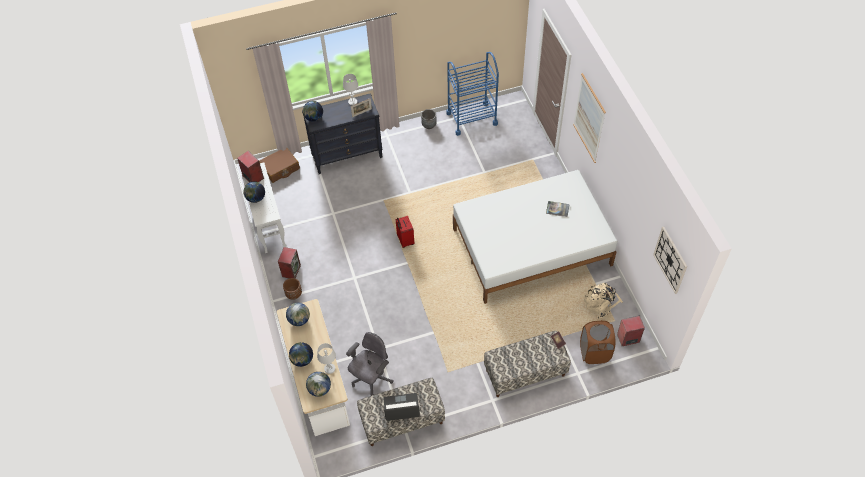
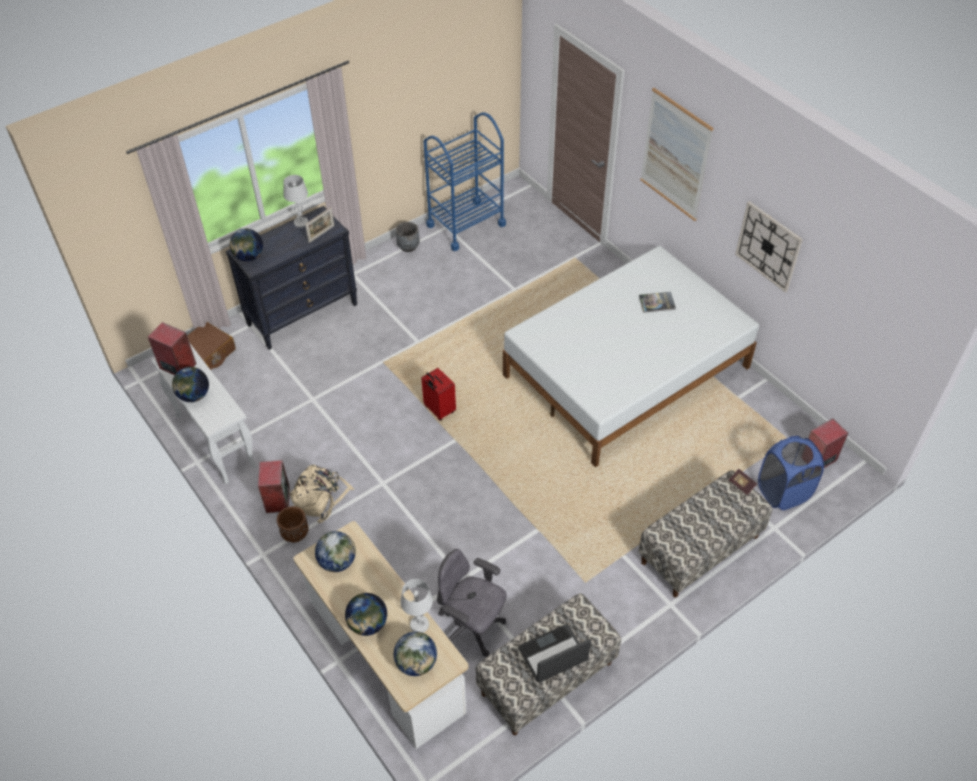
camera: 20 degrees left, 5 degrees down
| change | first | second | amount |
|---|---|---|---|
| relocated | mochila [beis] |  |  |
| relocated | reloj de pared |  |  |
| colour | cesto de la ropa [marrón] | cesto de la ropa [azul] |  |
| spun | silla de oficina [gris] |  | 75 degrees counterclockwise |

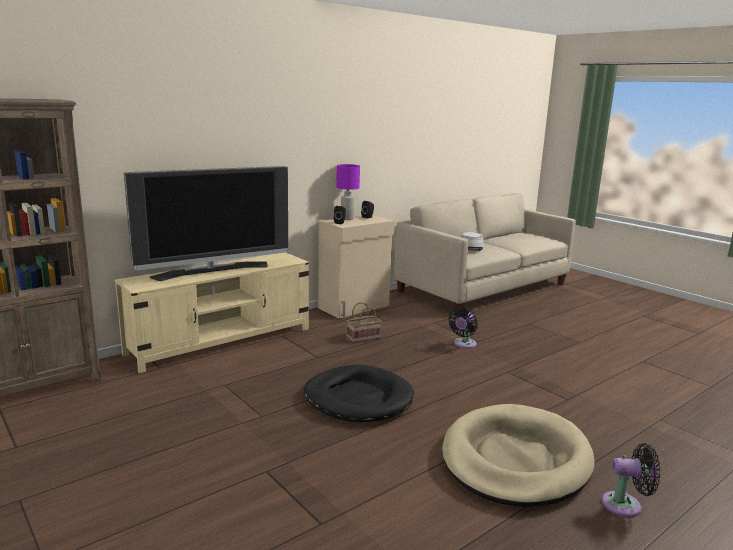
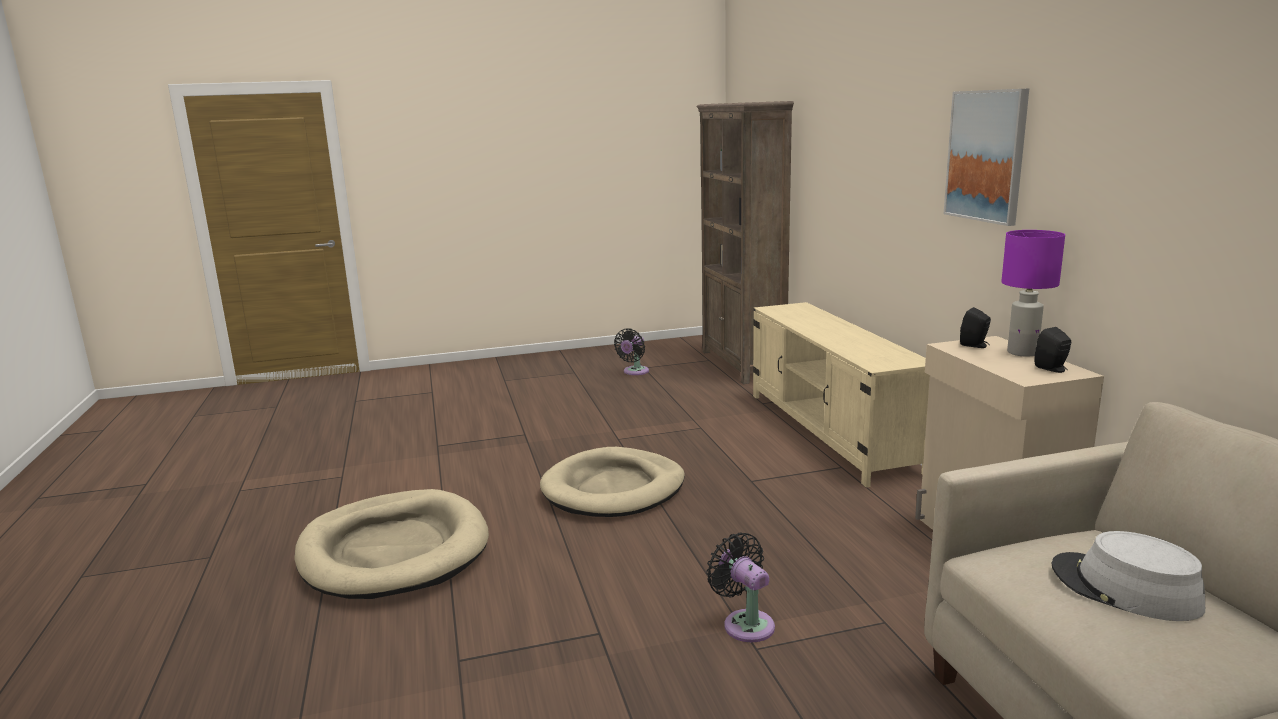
camera: 115 degrees right, 0 degrees up
| change | first | second | amount |
|---|---|---|---|
| missing | televisor |  |  |
| missing | cesta |  |  |
| appeared |  | cuadro |  |
| relocated | ventilador [negro] (no. 2 from left in the first image) | ventilador [negro] (no. 1 from left) |  |
| colour | cama para perro [negro] | cama para perro [beis] (no. 2 from left) |  |

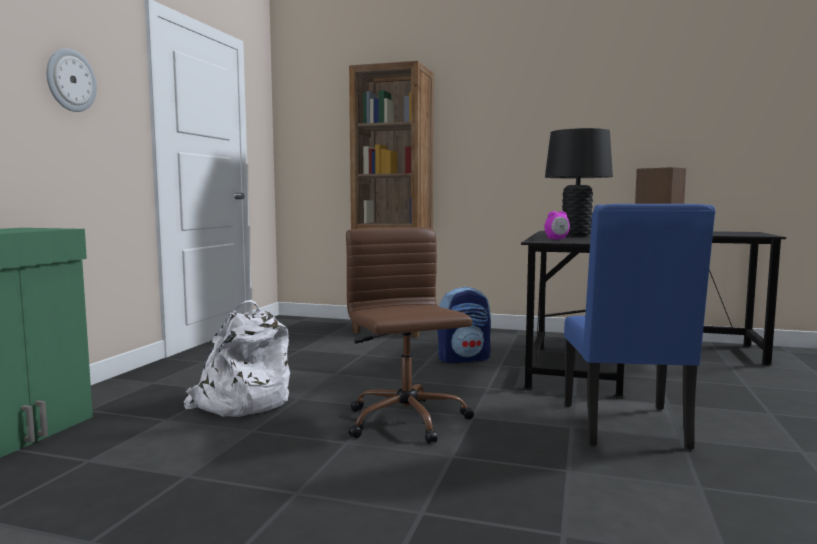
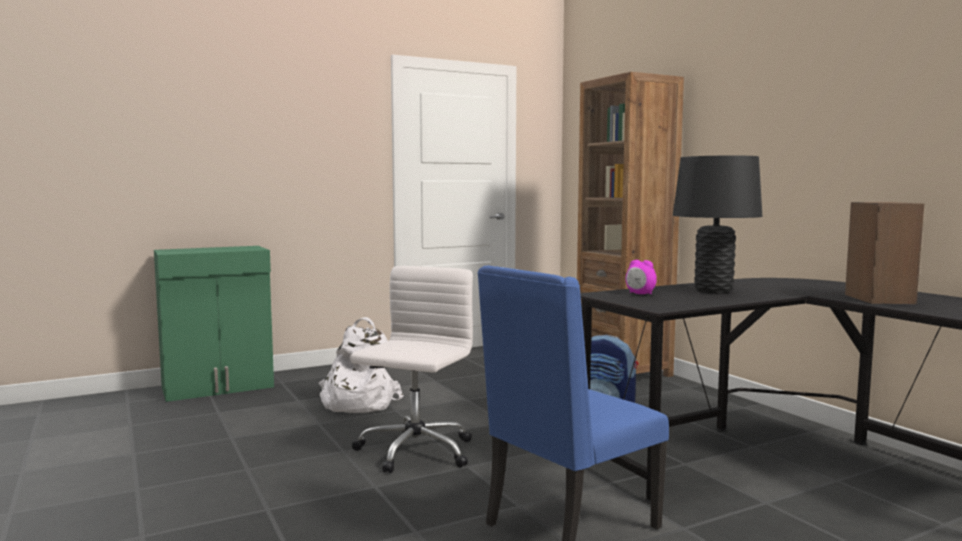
camera: 45 degrees right, 0 degrees up
| change | first | second | amount |
|---|---|---|---|
| missing | reloj de pared |  |  |
| colour | silla de oficina [marrón] | silla de oficina [blanco] |  |

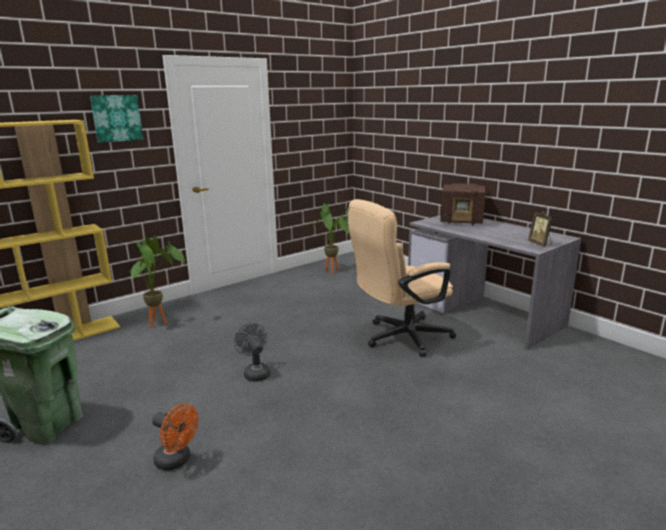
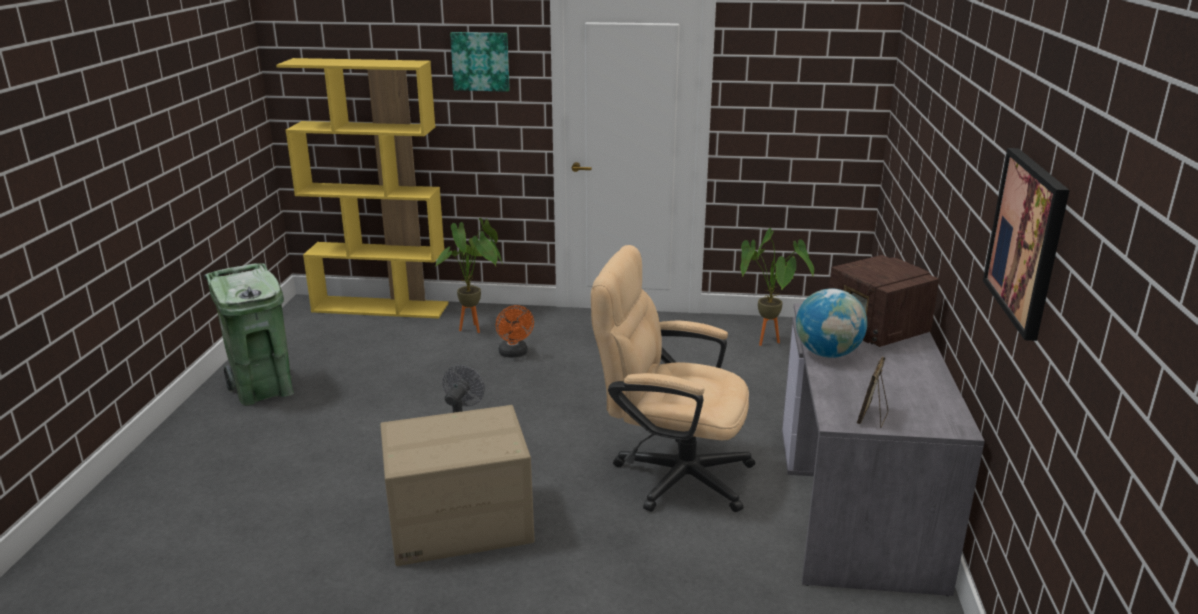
camera: 45 degrees right, 5 degrees up
| change | first | second | amount |
|---|---|---|---|
| appeared |  | caja de cartón |  |
| appeared |  | globo terráqueo |  |
| appeared |  | cuadro (no. 2 from left) |  |
| relocated | ventilador [naranja] |  |  |

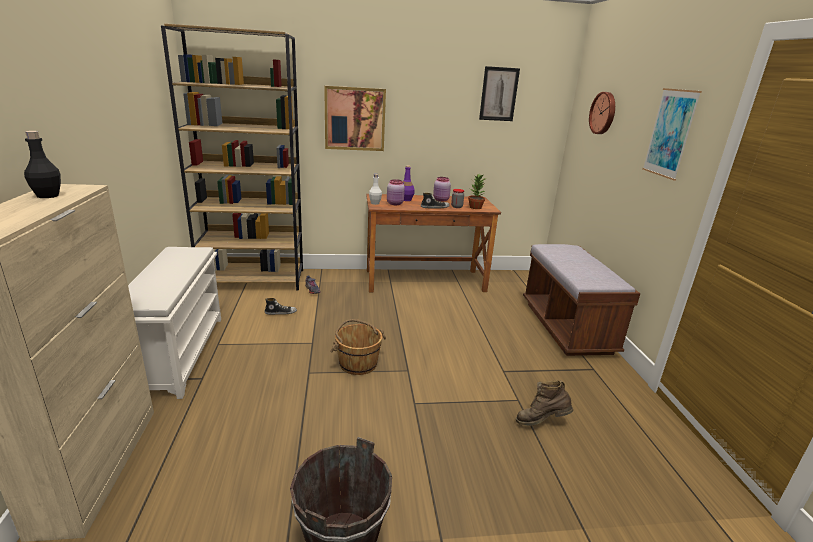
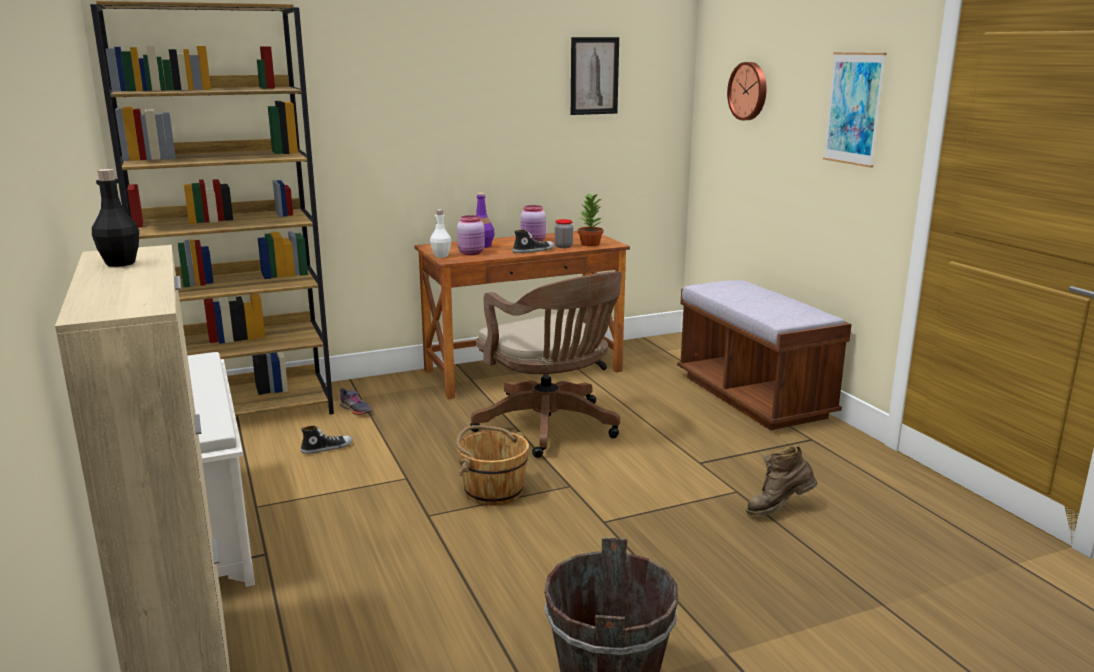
camera: 15 degrees left, 5 degrees down
| change | first | second | amount |
|---|---|---|---|
| missing | cuadro (no. 1 from left) |  |  |
| appeared |  | silla de oficina [marrón] |  |

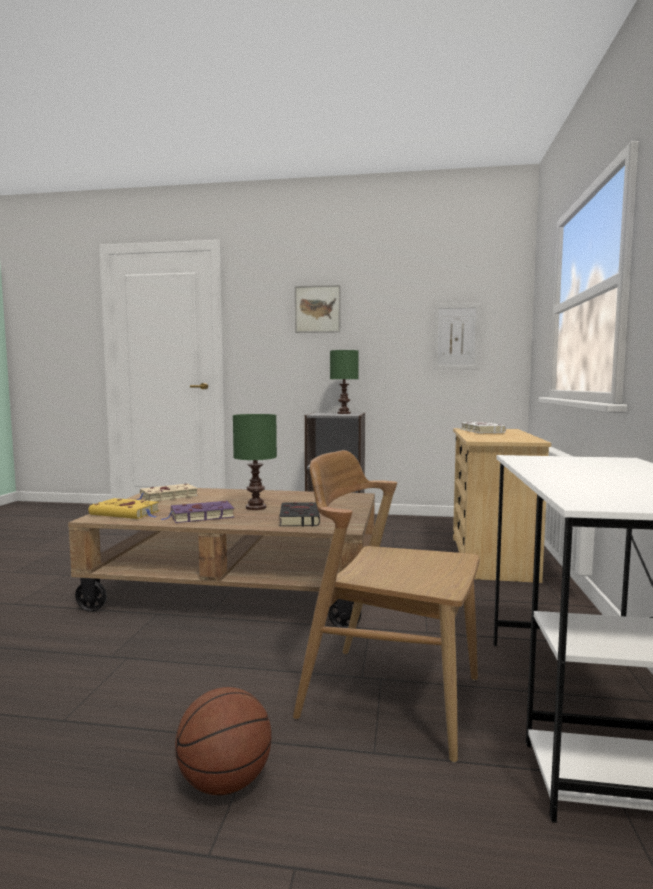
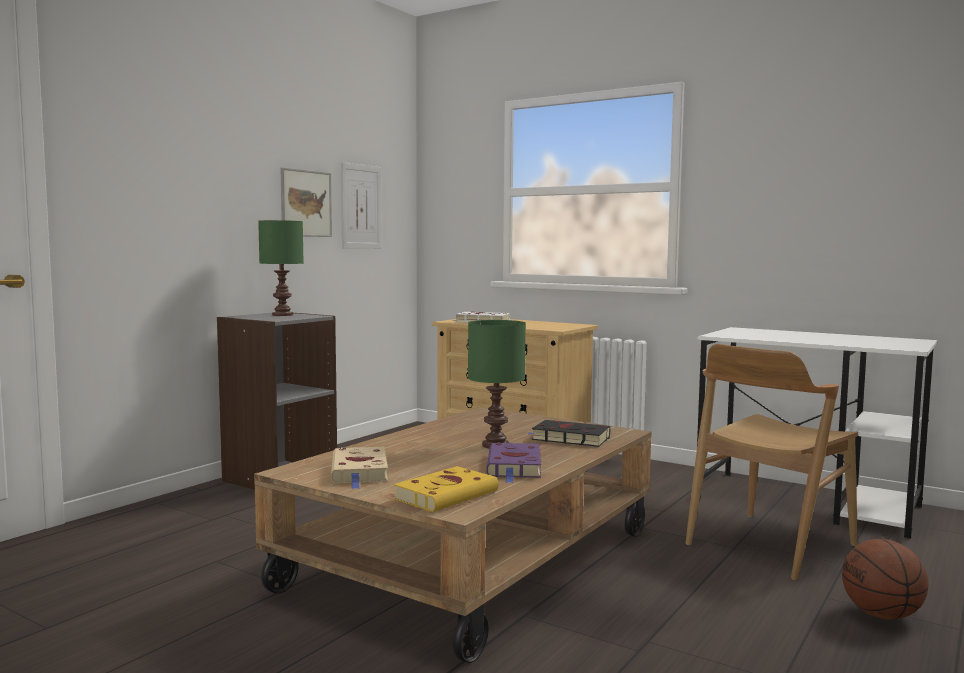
camera: 65 degrees left, 0 degrees up
| change | first | second | amount |
|---|---|---|---|
| relocated | cuadro (no. 1 from left) |  |  |

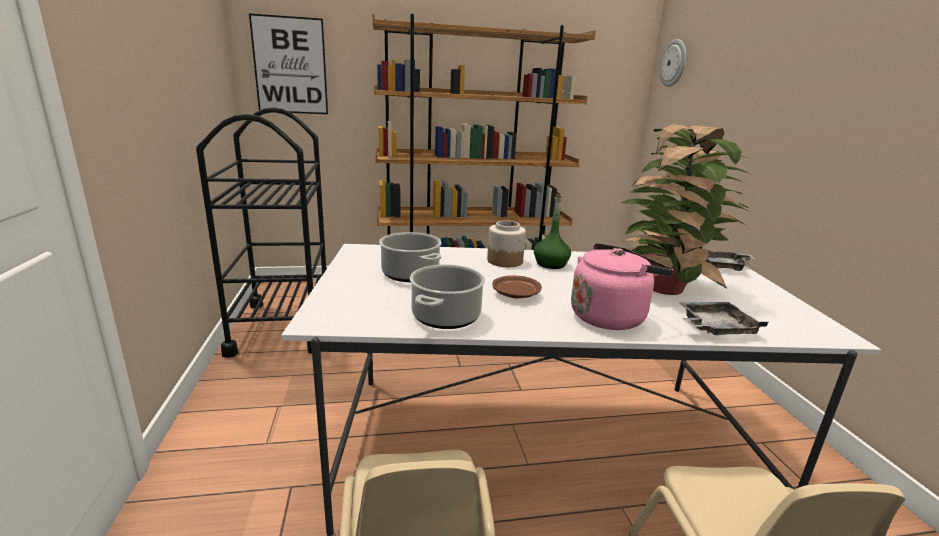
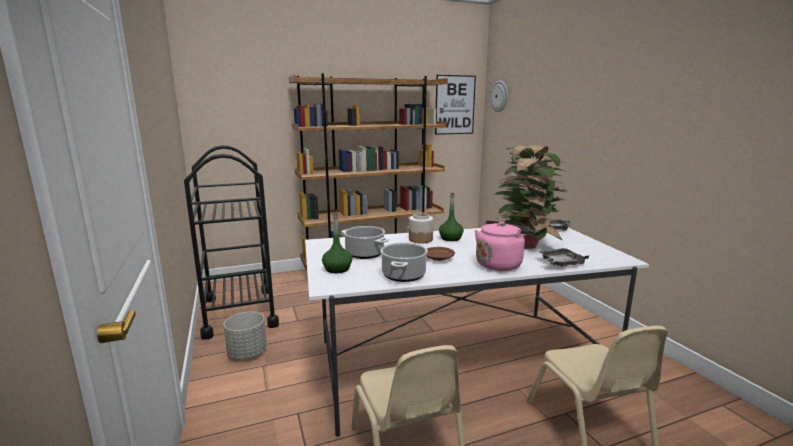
camera: 10 degrees left, 5 degrees down
| change | first | second | amount |
|---|---|---|---|
| appeared |  | maceta [gris] |  |
| appeared |  | botella [verde] (no. 1 from left) |  |
| relocated | cuadro |  |  |

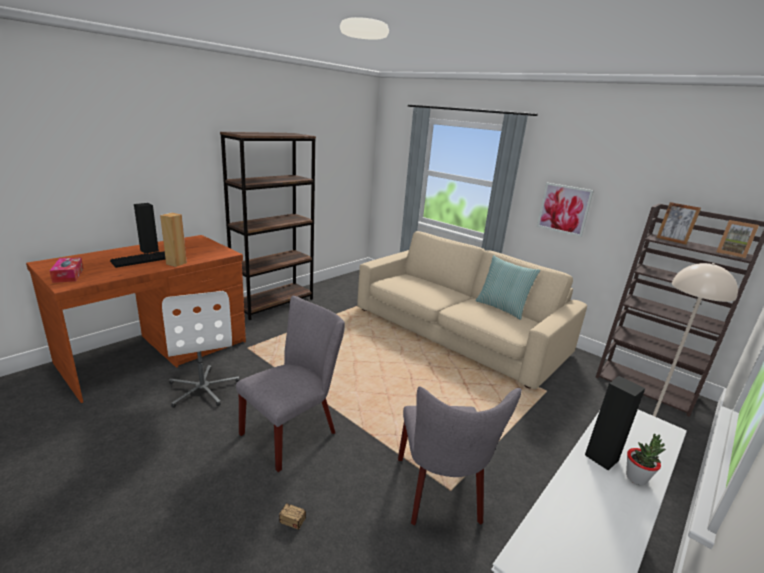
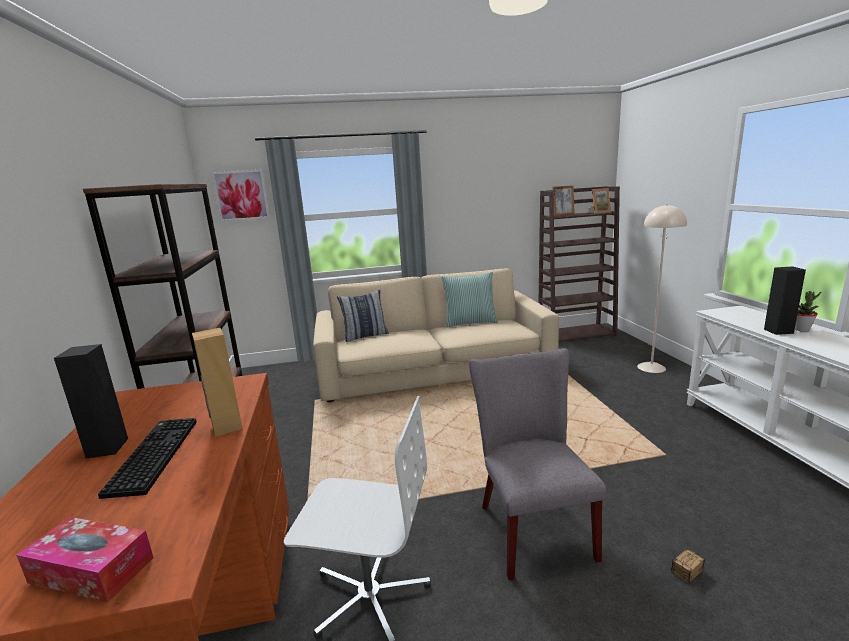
camera: 50 degrees left, 5 degrees down
| change | first | second | amount |
|---|---|---|---|
| missing | silla [gris] (no. 2 from left) |  |  |
| appeared |  | cojín (no. 1 from left) |  |
| relocated | cuadro |  |  |

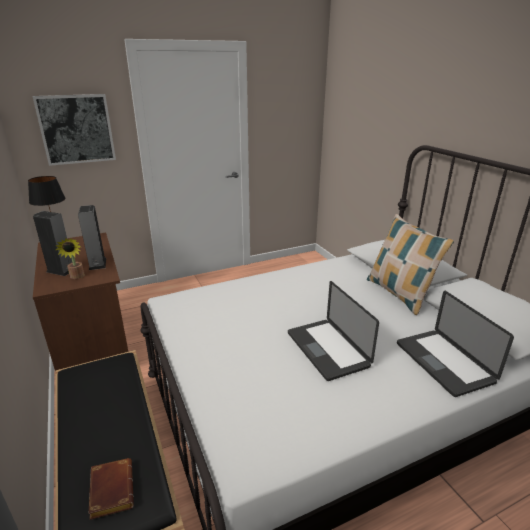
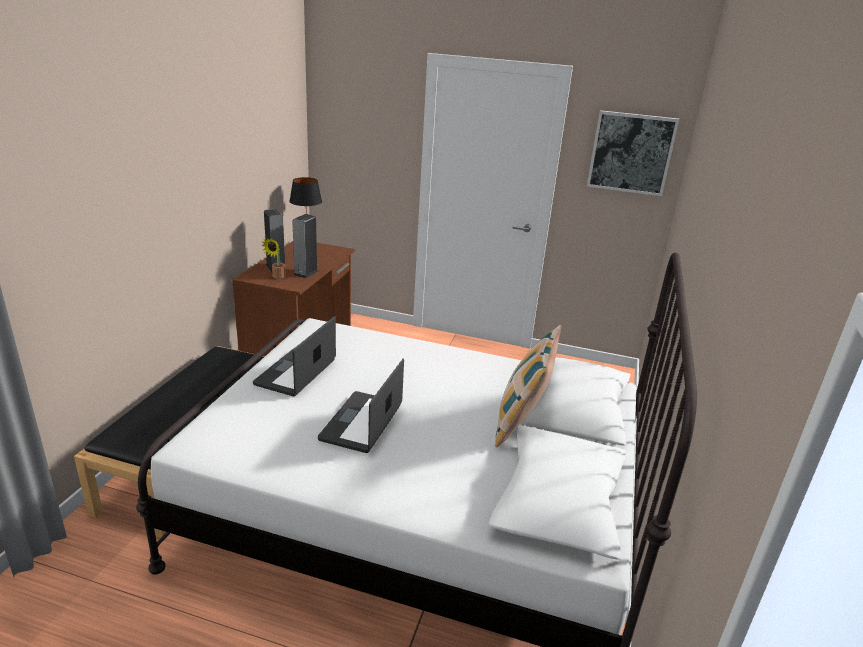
camera: 40 degrees right, 0 degrees up
| change | first | second | amount |
|---|---|---|---|
| missing | libro [marrón] |  |  |
| relocated | cuadro |  |  |
| relocated | portátil (no. 2 from left in the first image) | portátil (no. 1 from left) |  |

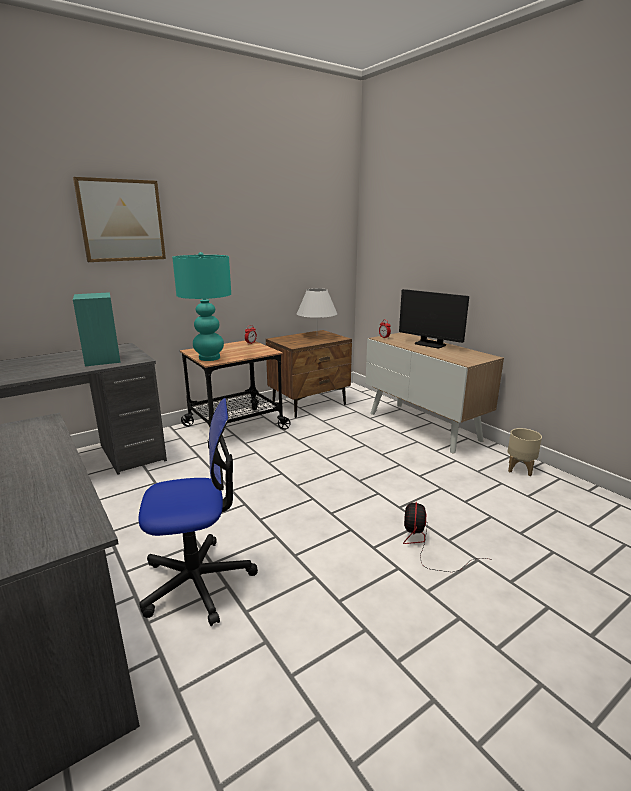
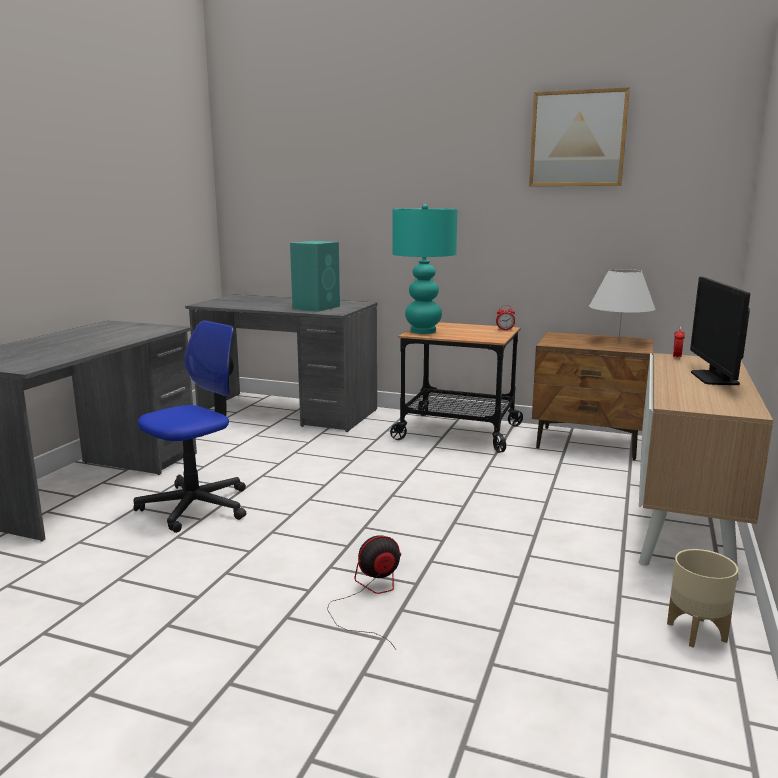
camera: 55 degrees right, 5 degrees down
| change | first | second | amount |
|---|---|---|---|
| relocated | cuadro |  |  |
| spun | silla de oficina |  | 90 degrees counterclockwise |

